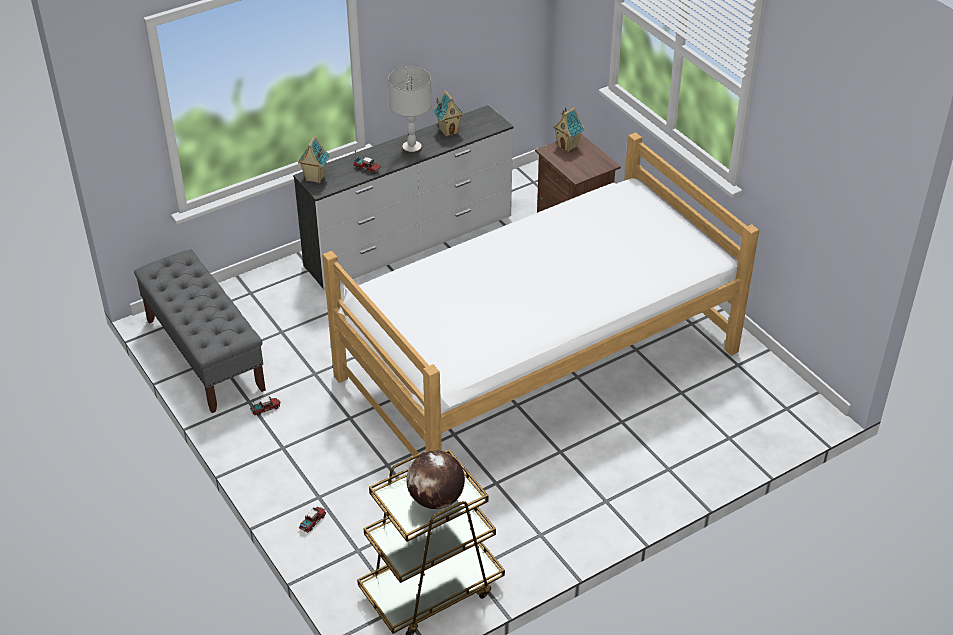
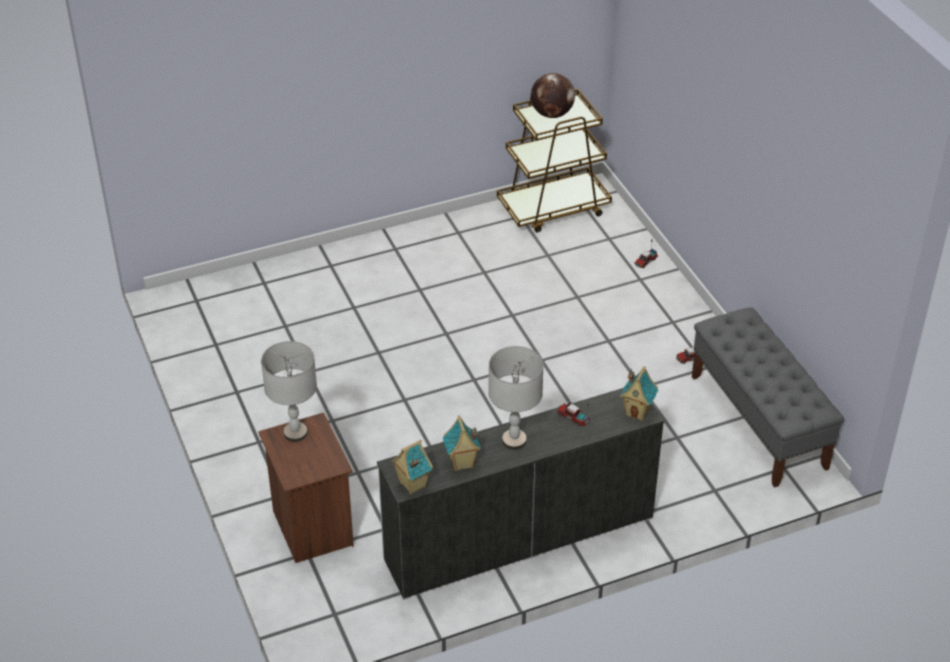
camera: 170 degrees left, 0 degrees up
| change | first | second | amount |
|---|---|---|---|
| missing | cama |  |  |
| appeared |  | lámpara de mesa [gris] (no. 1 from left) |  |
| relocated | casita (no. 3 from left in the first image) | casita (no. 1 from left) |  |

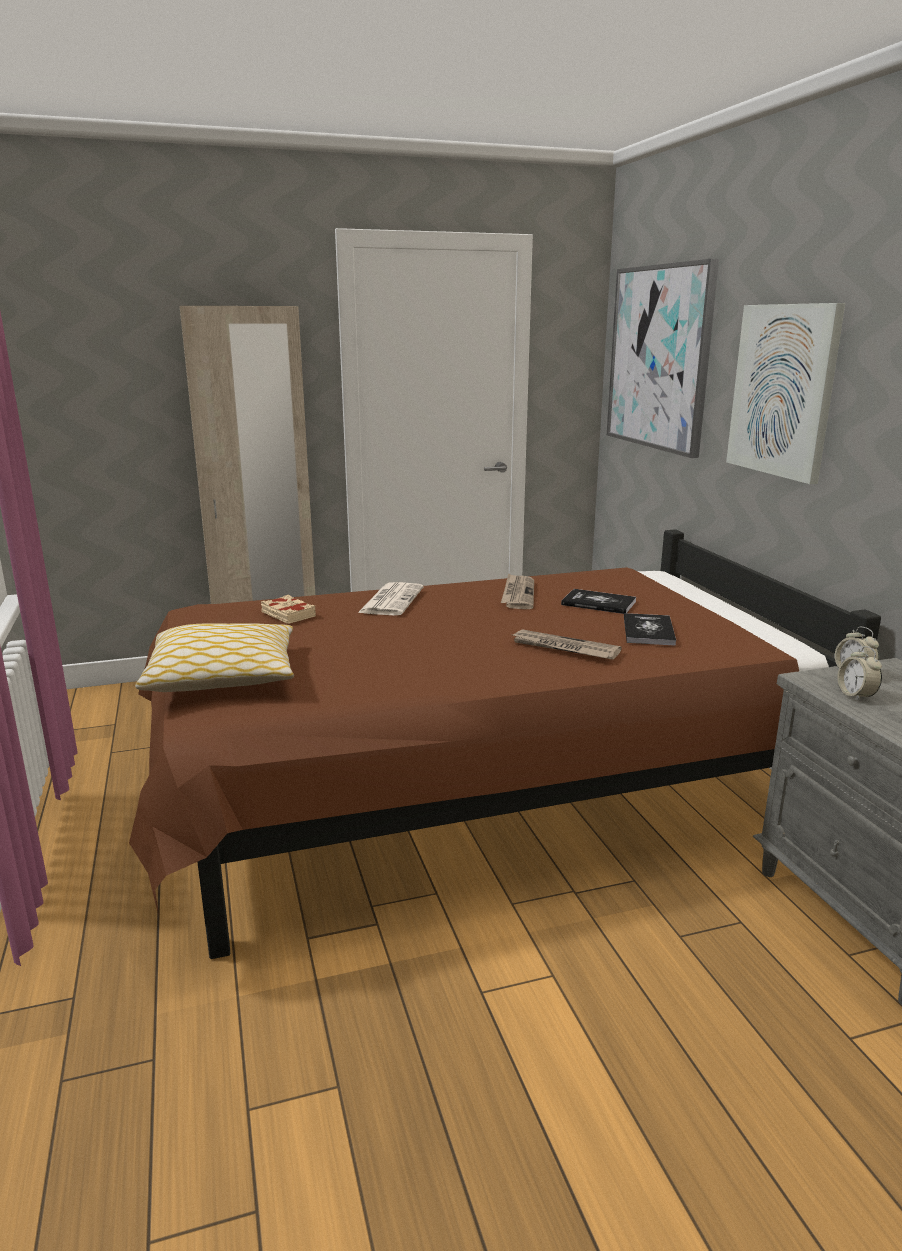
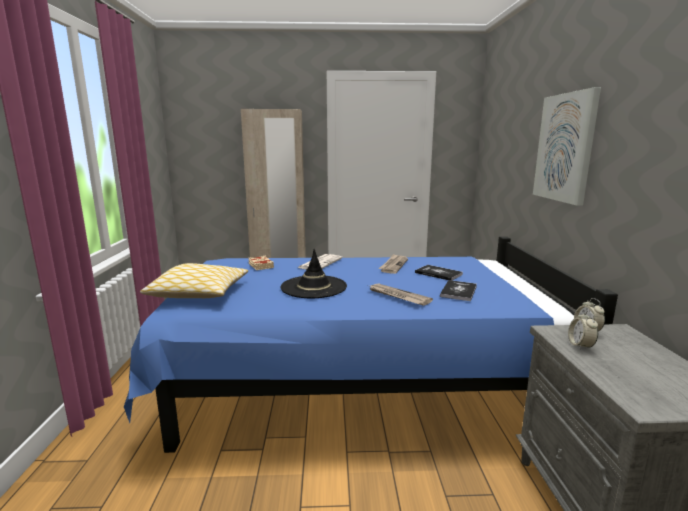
camera: 15 degrees right, 5 degrees down
| change | first | second | amount |
|---|---|---|---|
| missing | cuadro (no. 1 from left) |  |  |
| appeared |  | sombrero [negro] |  |
| colour | cama [marrón] | cama [azul] |  |

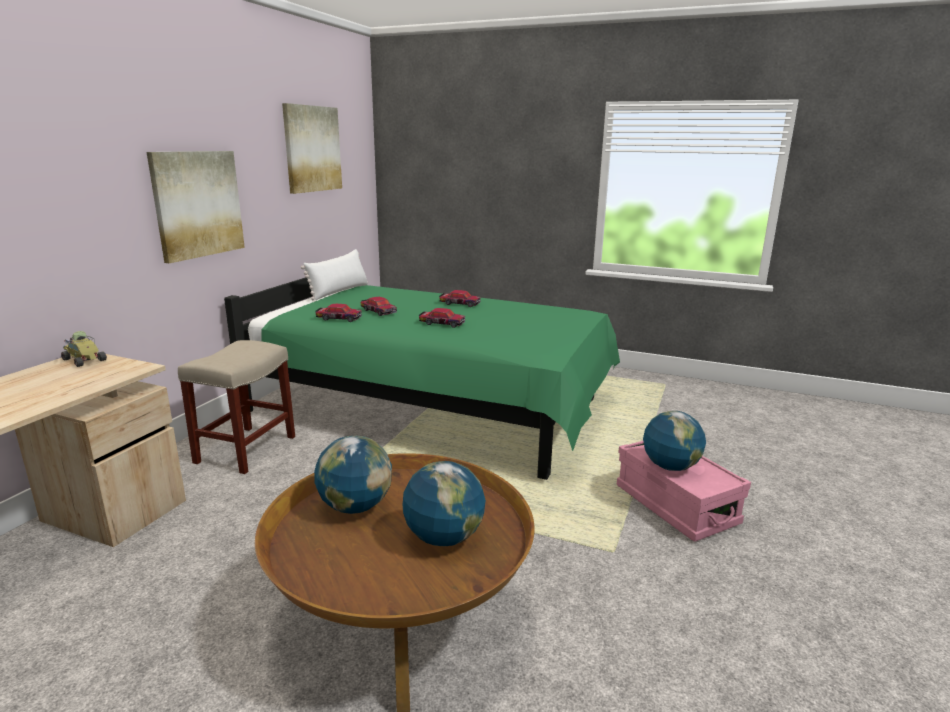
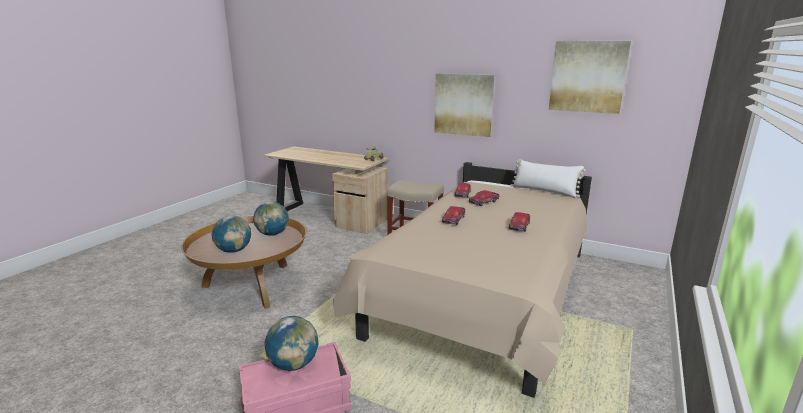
camera: 95 degrees right, 0 degrees up
| change | first | second | amount |
|---|---|---|---|
| colour | cama [verde] | cama [beis] |  |

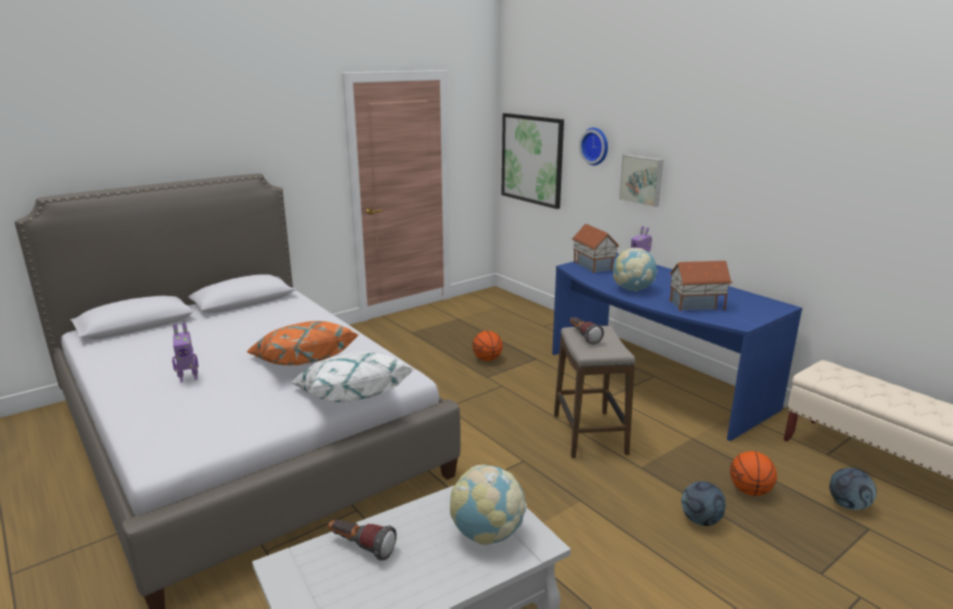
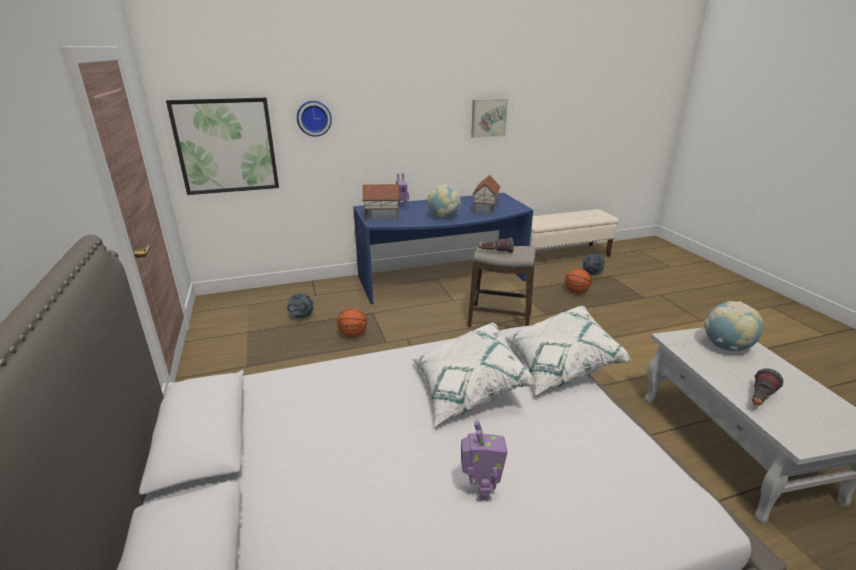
camera: 70 degrees left, 5 degrees up
| change | first | second | amount |
|---|---|---|---|
| relocated | cuadro (no. 2 from left) |  |  |
| relocated | balón de fútbol (no. 1 from left) |  |  |
| colour | cojín [naranja] | cojín [blanco] (no. 1 from left) |  |

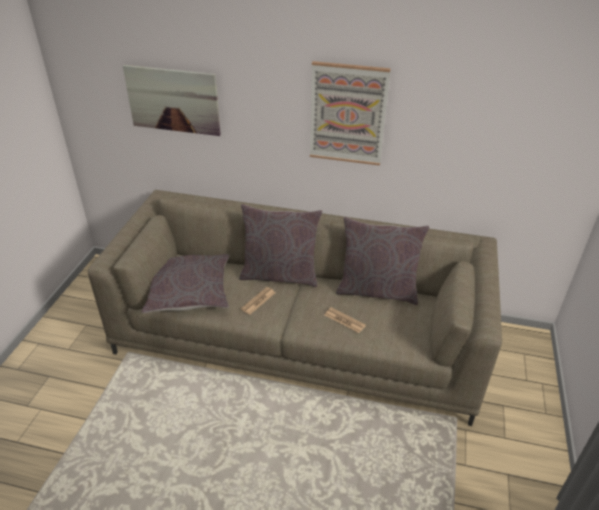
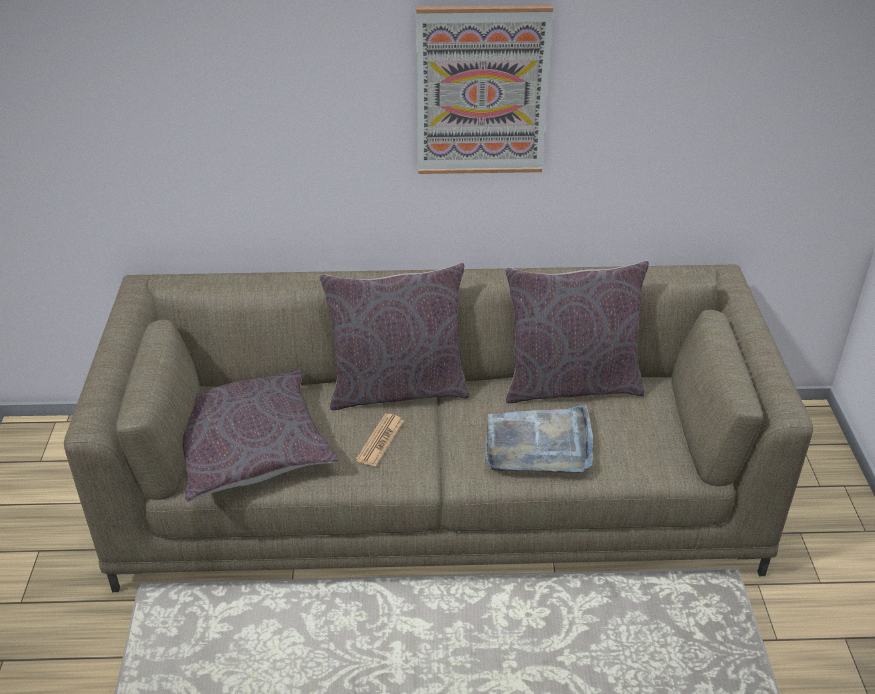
camera: 15 degrees left, 0 degrees up
| change | first | second | amount |
|---|---|---|---|
| missing | cuadro (no. 1 from left) |  |  |
| exchanged | periódico (no. 2 from left) | bandeja [gris] |  |

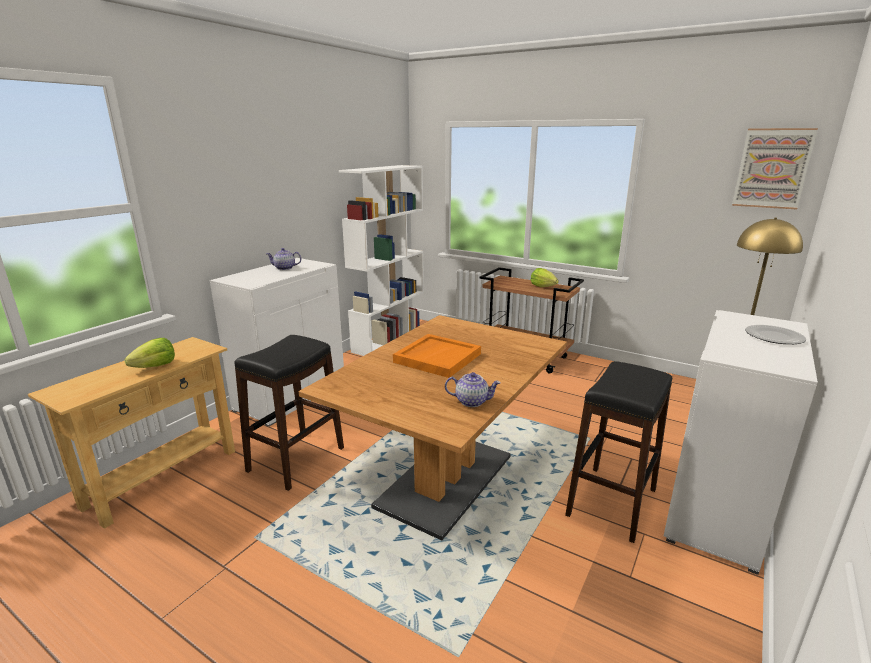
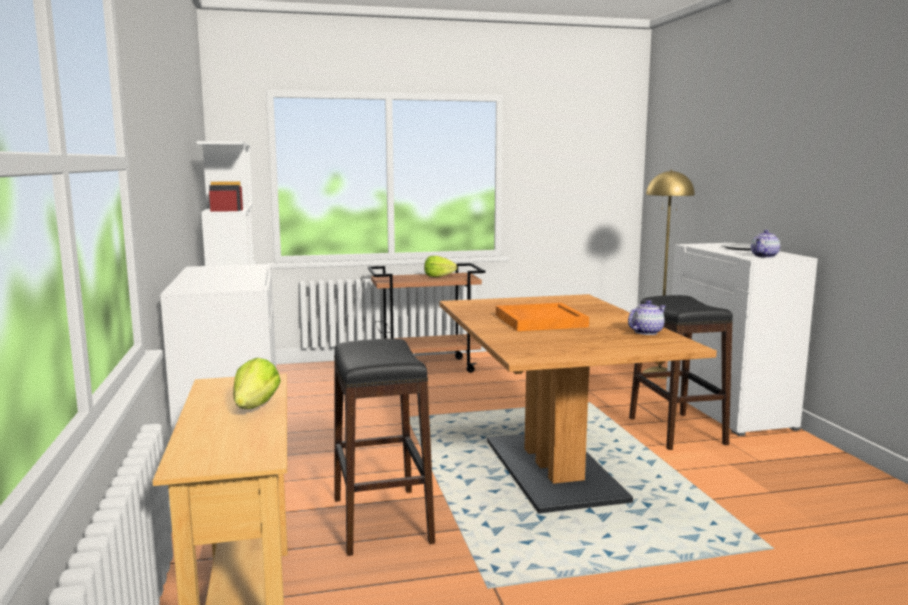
camera: 45 degrees left, 10 degrees down
| change | first | second | amount |
|---|---|---|---|
| missing | cuadro |  |  |
| relocated | tetera (no. 1 from left in the first image) | tetera (no. 2 from left) |  |

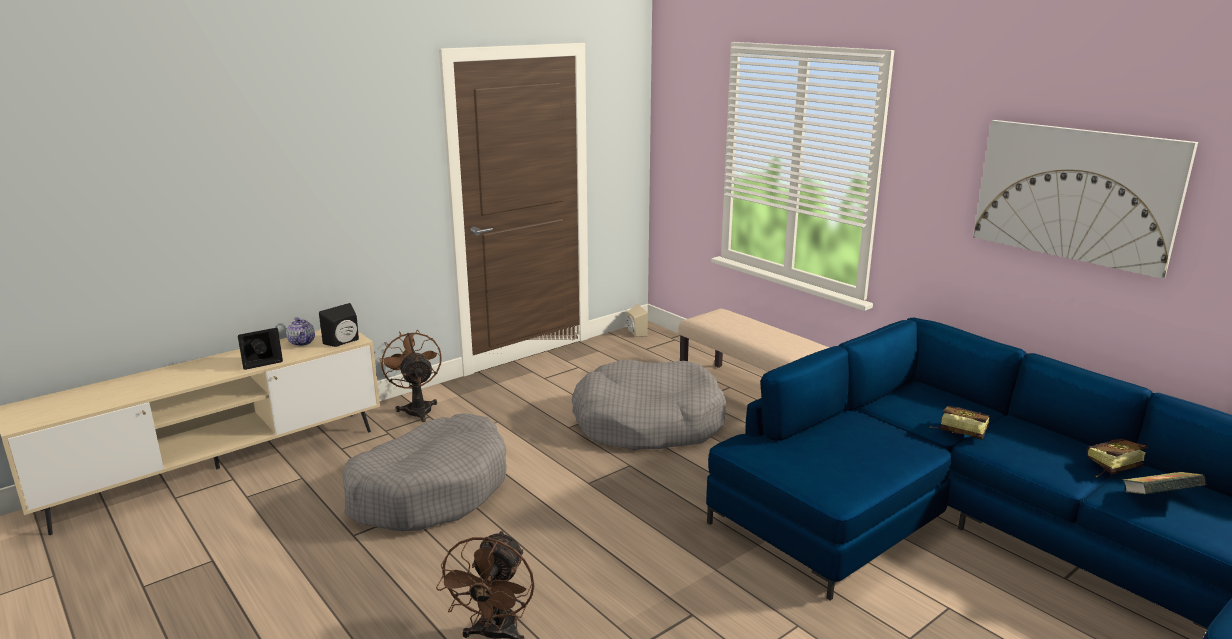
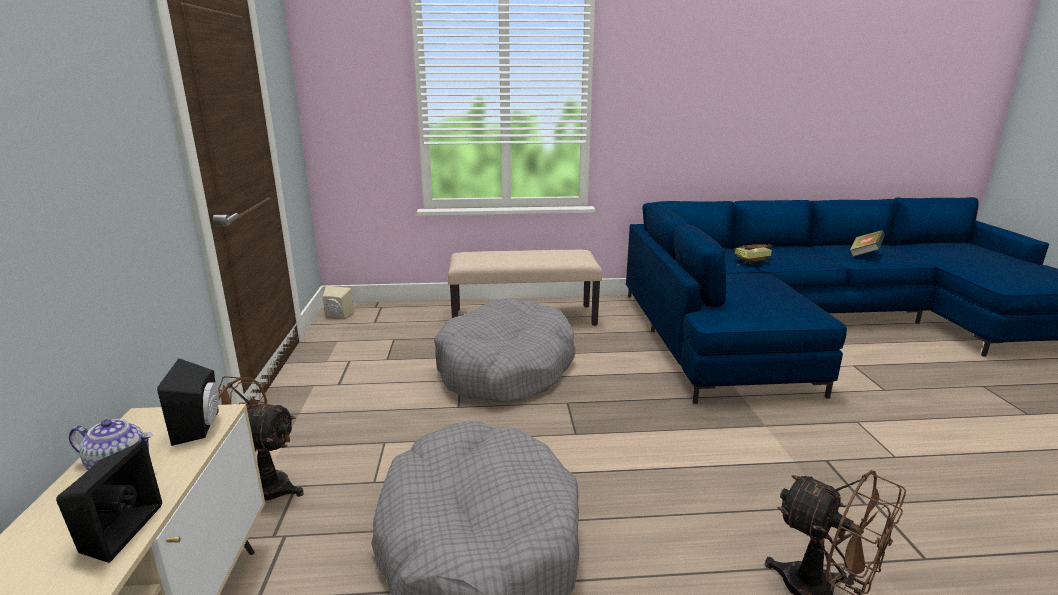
camera: 55 degrees left, 0 degrees up
| change | first | second | amount |
|---|---|---|---|
| missing | cuadro |  |  |
| missing | libro (no. 2 from left) |  |  |

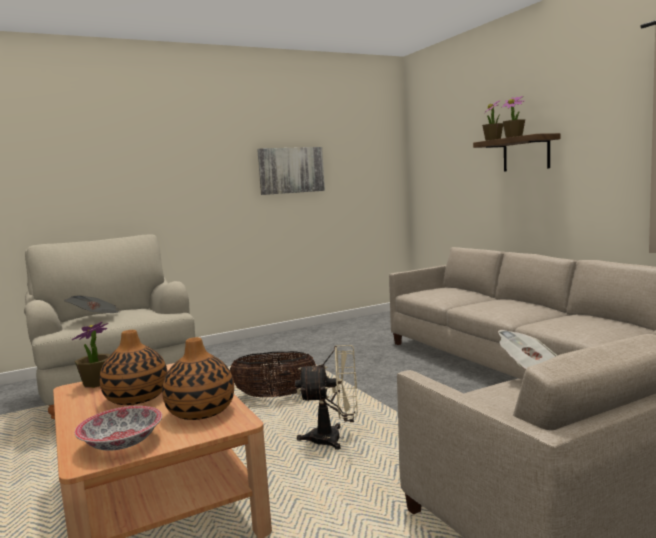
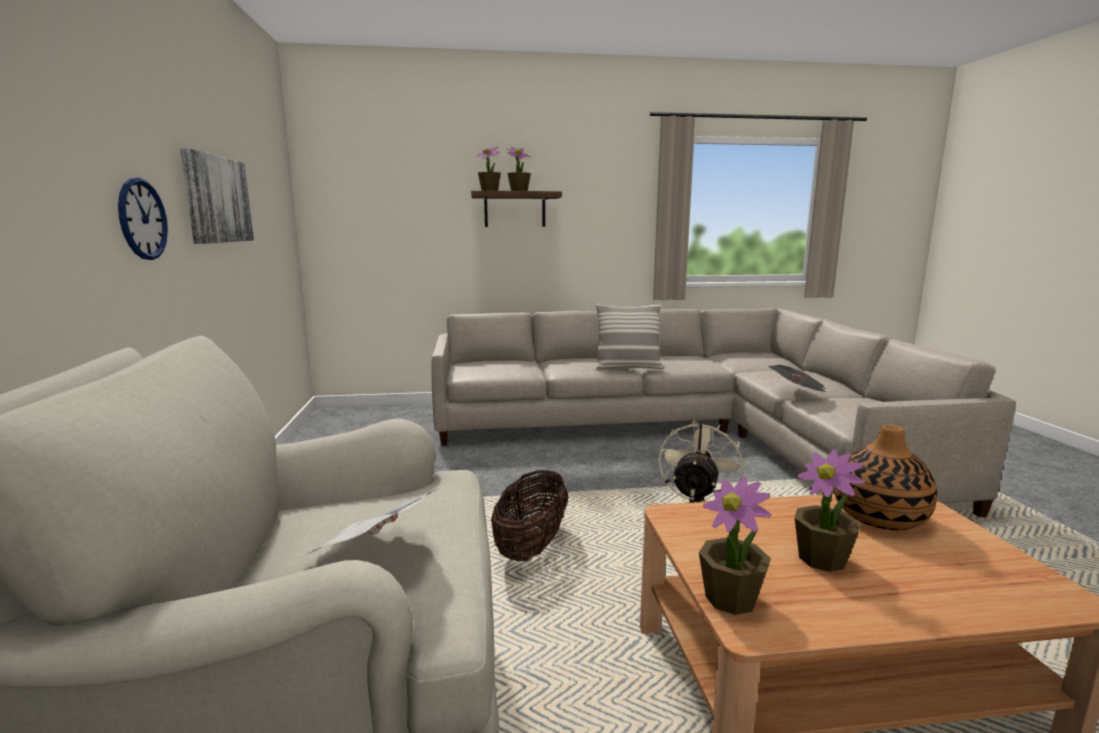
camera: 70 degrees left, 5 degrees up
| change | first | second | amount |
|---|---|---|---|
| missing | cuenco |  |  |
| appeared |  | reloj de pared |  |
| appeared |  | cojín |  |
| exchanged | florero (no. 1 from left) | planta en maceta (no. 4 from left) |  |

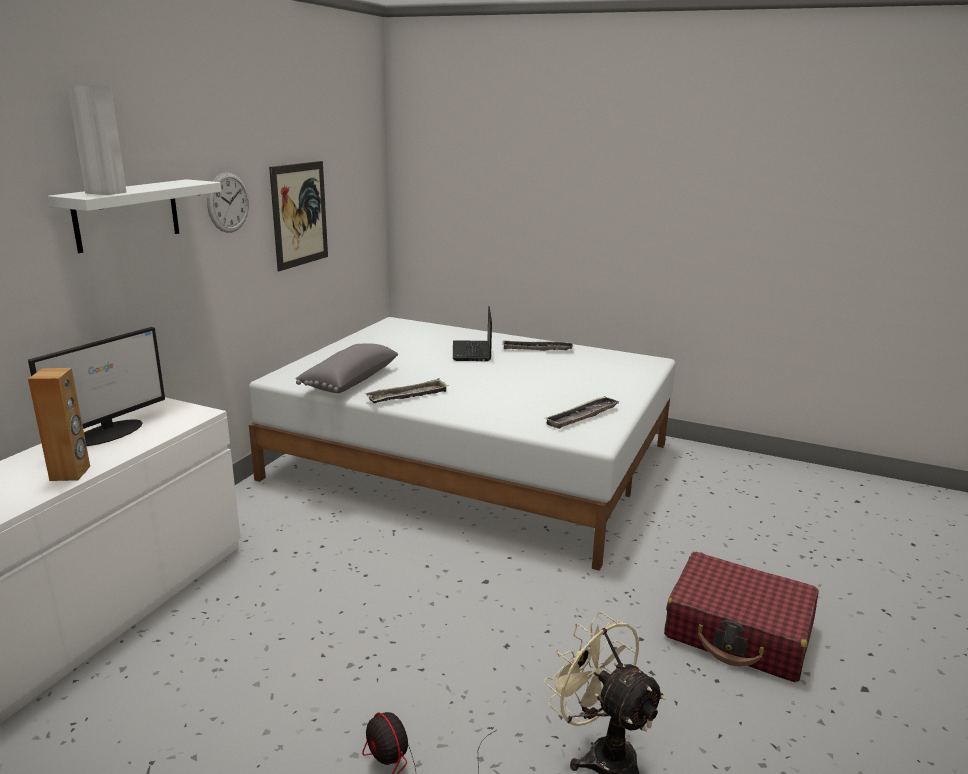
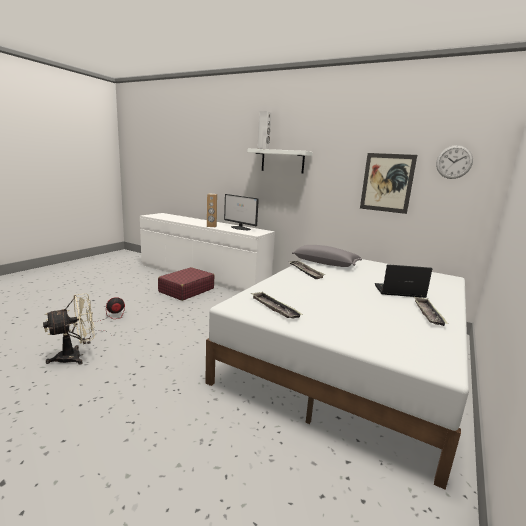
camera: 95 degrees right, 5 degrees down
| change | first | second | amount |
|---|---|---|---|
| relocated | reloj de pared |  |  |
| relocated | maleta [rojo] |  |  |

